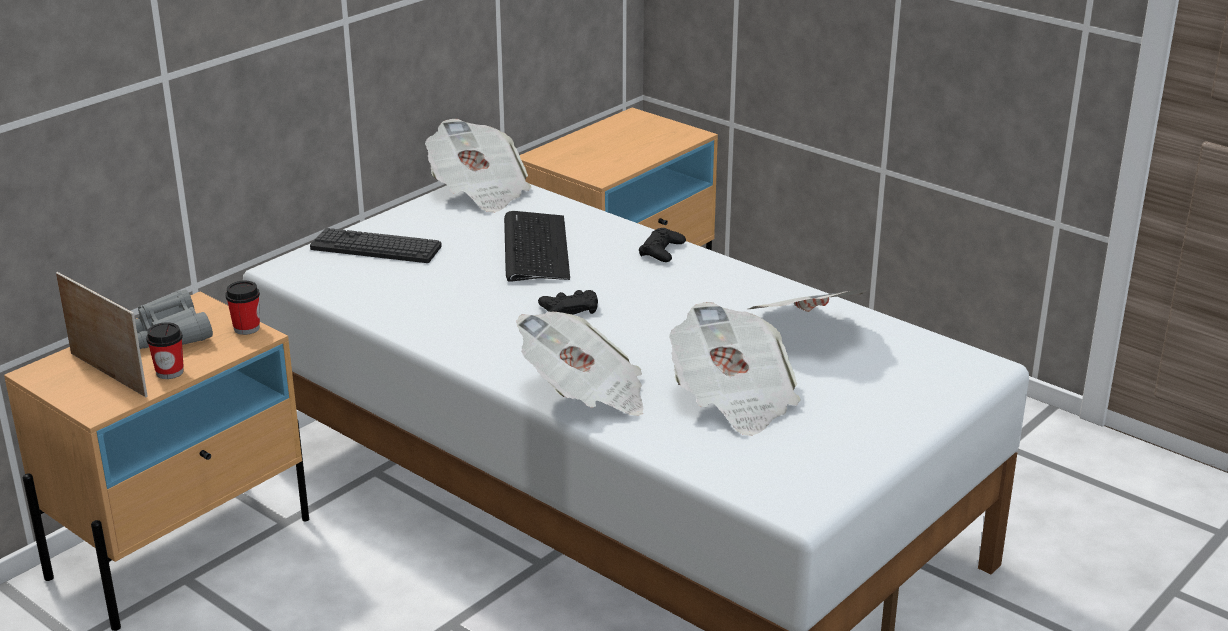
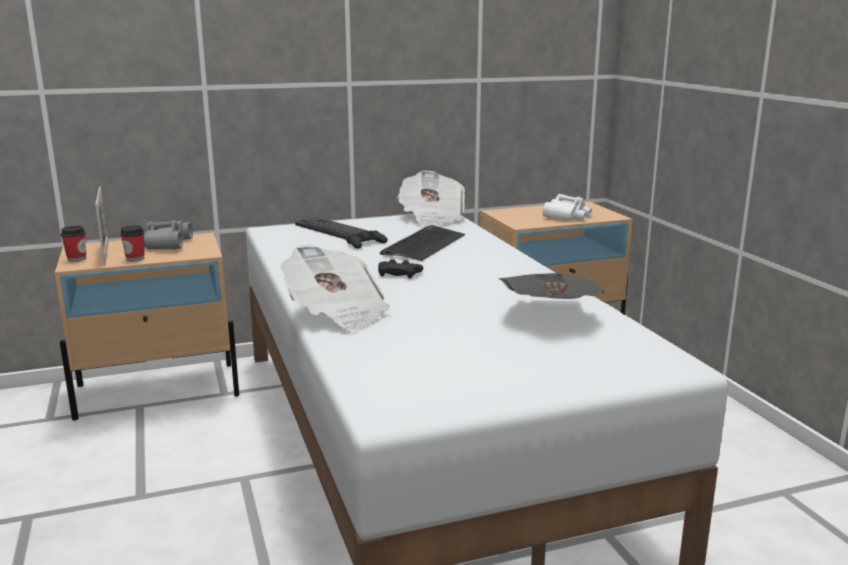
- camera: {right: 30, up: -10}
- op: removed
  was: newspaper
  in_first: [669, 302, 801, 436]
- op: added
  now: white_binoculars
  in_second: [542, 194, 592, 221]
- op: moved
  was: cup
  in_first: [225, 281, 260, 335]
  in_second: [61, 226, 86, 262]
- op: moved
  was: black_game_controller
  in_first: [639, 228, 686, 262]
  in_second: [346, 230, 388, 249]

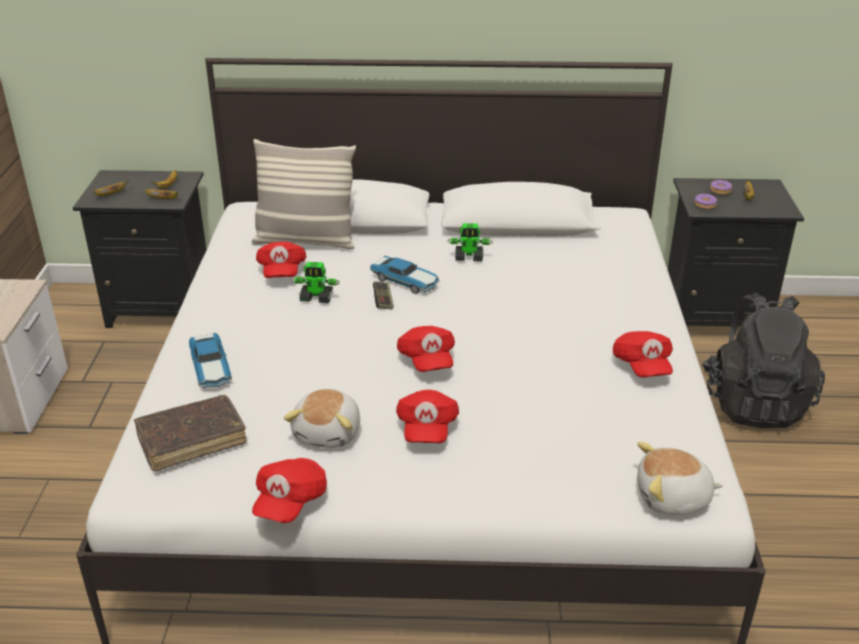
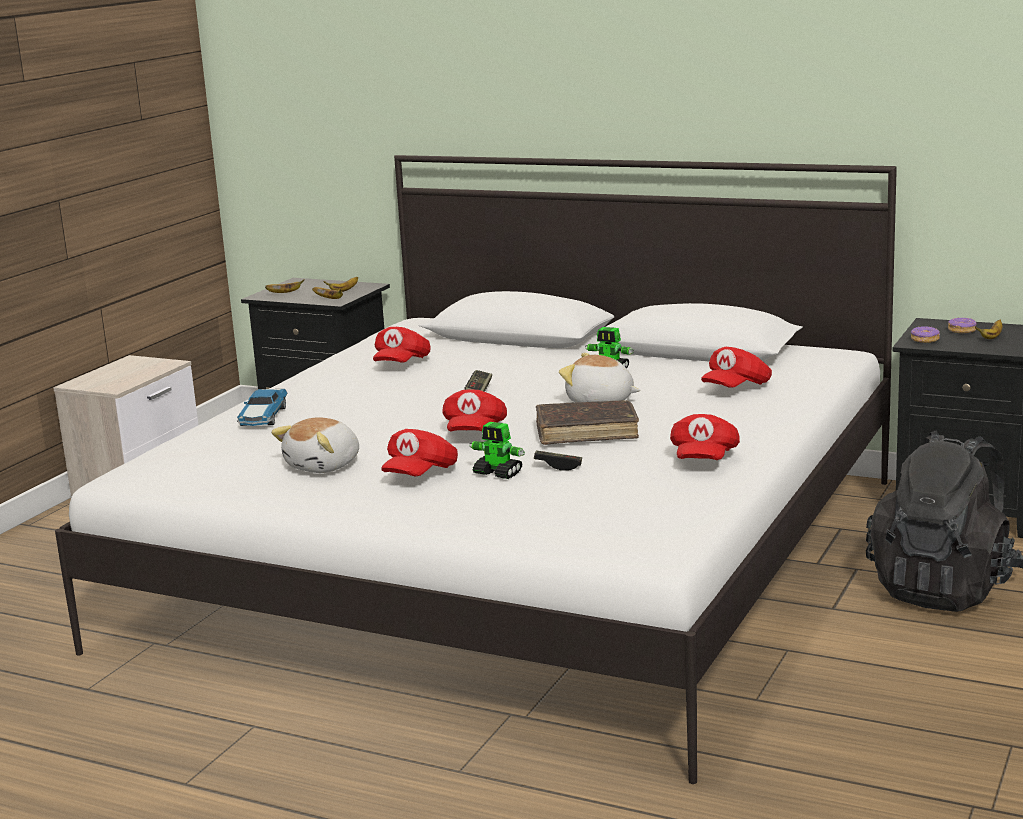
- camera: {right: 25, up: -15}
- op: removed
  was: pillow
  in_first: [251, 139, 356, 249]
- op: removed
  was: toy_car
  in_first: [370, 256, 440, 294]
- op: added
  now: game_controller
  in_second: [534, 450, 582, 470]
- op: moved
  was: brown_book
  in_first: [134, 395, 247, 471]
  in_second: [536, 400, 639, 445]
- op: moved
  was: red_cap
  in_first: [252, 458, 327, 523]
  in_second: [701, 347, 772, 388]
- op: moved
  was: toy_robot
  in_first: [292, 262, 340, 303]
  in_second: [470, 422, 525, 479]
- op: moved
  was: plush_toy
  in_first: [637, 442, 723, 515]
  in_second: [559, 353, 640, 402]

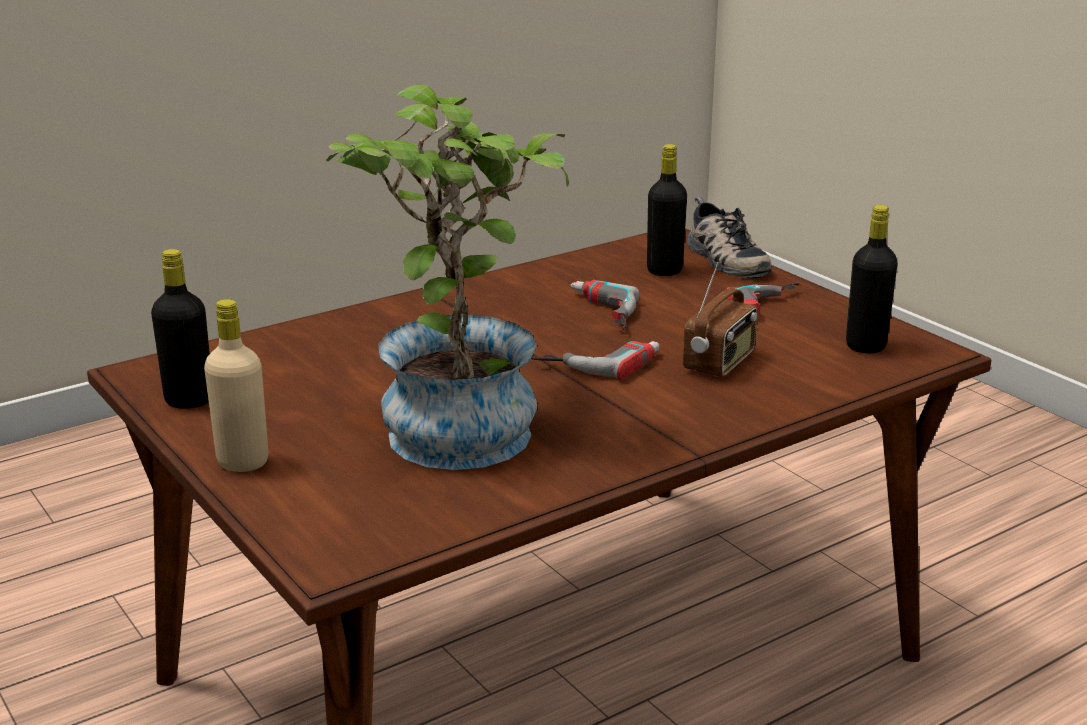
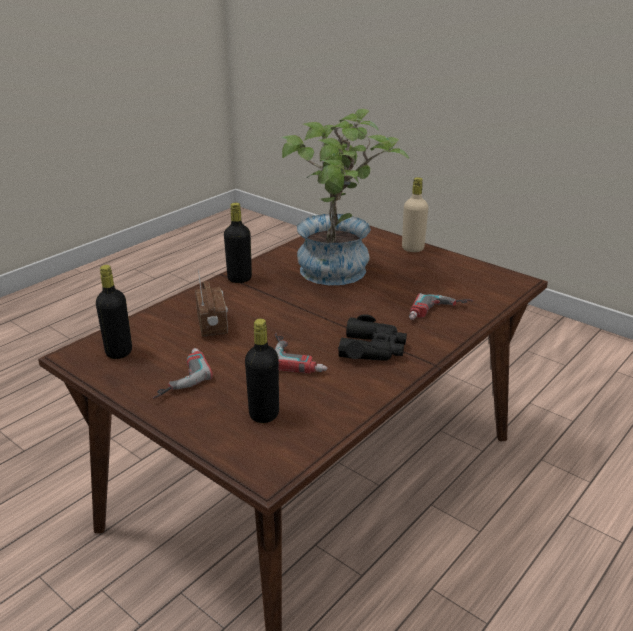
- camera: {right: 165, up: 5}
- op: removed
  was: shoe
  in_first: [687, 197, 772, 278]
- op: added
  now: black_binoculars
  in_second: [338, 314, 407, 361]
- op: moved
  was: black_bottle
  in_first: [151, 249, 210, 409]
  in_second: [224, 203, 252, 283]
- op: moved
  was: power_drill
  in_first: [531, 341, 660, 380]
  in_second: [409, 293, 473, 320]
- op: turned
  was: radio
  in_first: [683, 262, 757, 377]
  in_second: [195, 270, 228, 337]
  clockwise: 150

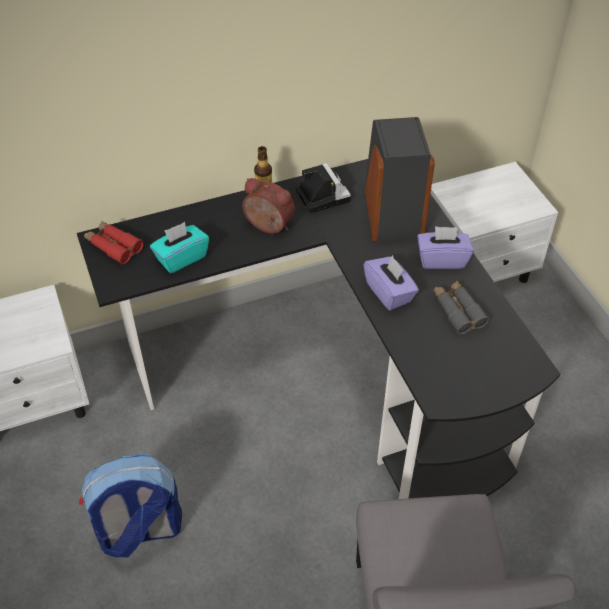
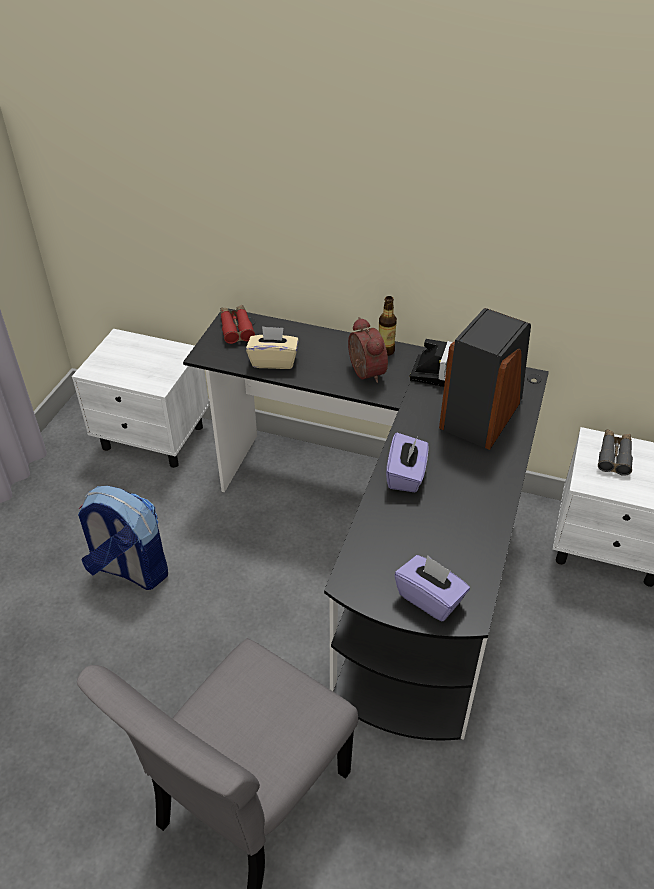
- camera: {right: 40, up: -5}
- op: moved
  was: purple_tissue_box
  in_first: [417, 226, 473, 269]
  in_second: [394, 555, 470, 622]
- op: moved
  was: grey_binoculars
  in_first: [434, 281, 489, 334]
  in_second: [598, 429, 633, 476]
- op: recoloured
  was: turquoise_tissue_box
  now: beige_tissue_box
  in_first: [150, 222, 209, 273]
  in_second: [246, 326, 299, 369]

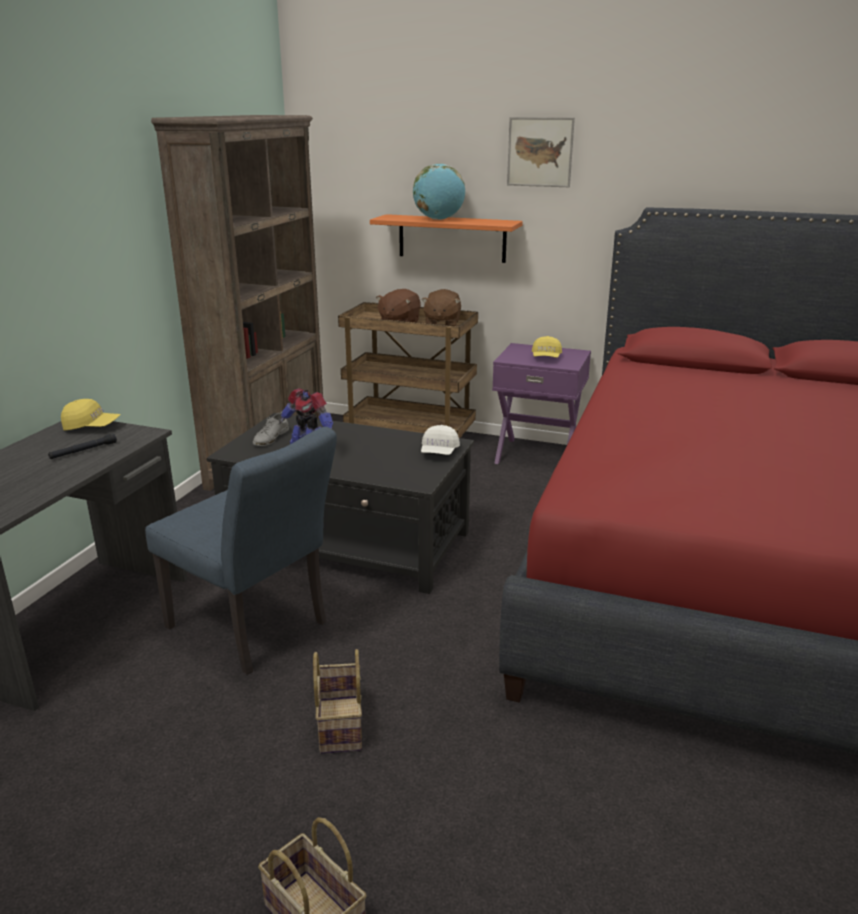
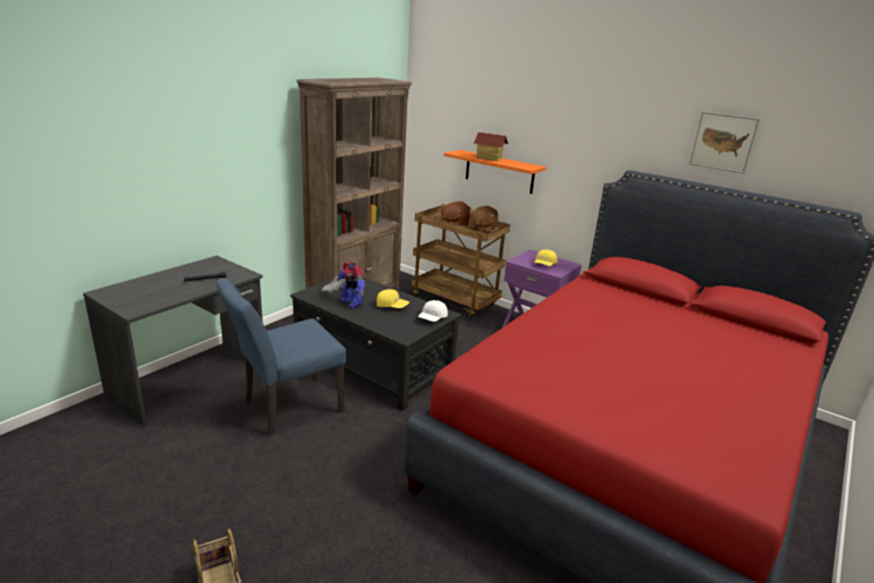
- camera: {right: 15, up: 0}
- op: removed
  was: basket
  in_first: [313, 649, 362, 754]
- op: moved
  was: yellow_cap
  in_first: [61, 399, 121, 430]
  in_second: [377, 289, 410, 308]
- op: moved
  was: picture
  in_first: [507, 117, 575, 187]
  in_second: [689, 112, 760, 174]
- op: replaced
  was: globe
  now: toy_house
  in_first: [413, 163, 465, 220]
  in_second: [474, 132, 509, 161]
- op: turned
  was: blue_chair
  in_first: [145, 427, 337, 675]
  in_second: [216, 278, 347, 436]
  clockwise: 90

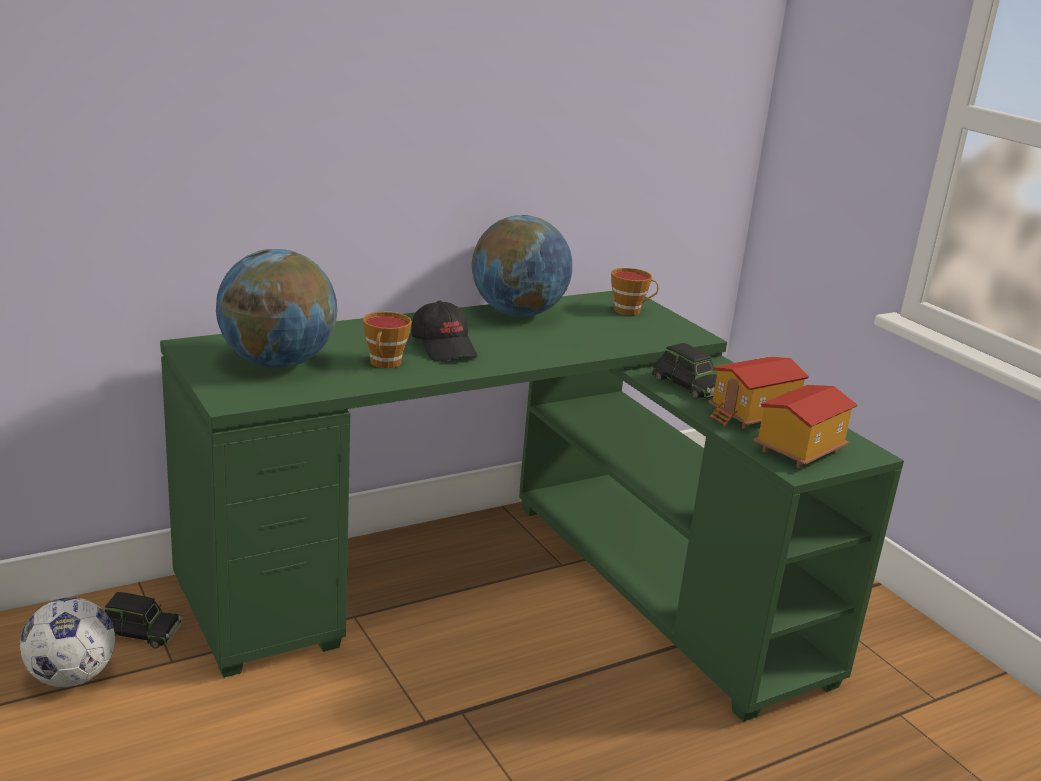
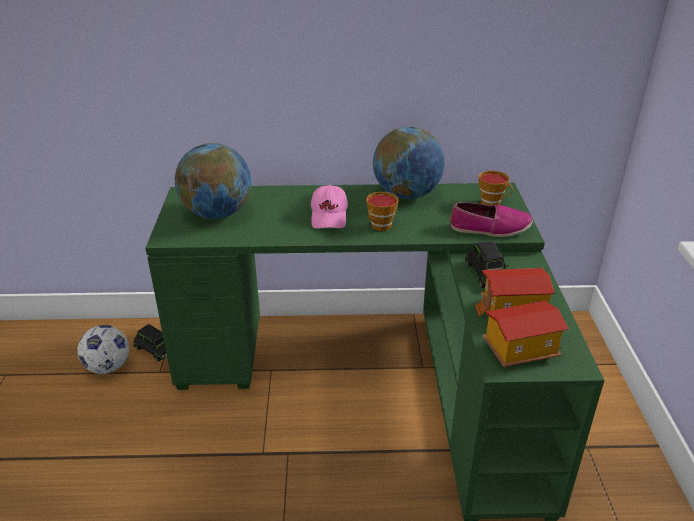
- camera: {right: 30, up: 10}
- op: added
  now: shoe
  in_second: [450, 202, 533, 237]
- op: moved
  was: cup
  in_first: [363, 311, 412, 368]
  in_second: [366, 192, 399, 231]
- op: recoloured
  was: black_cap
  now: pink_cap
  in_first: [411, 301, 477, 362]
  in_second: [311, 185, 348, 228]

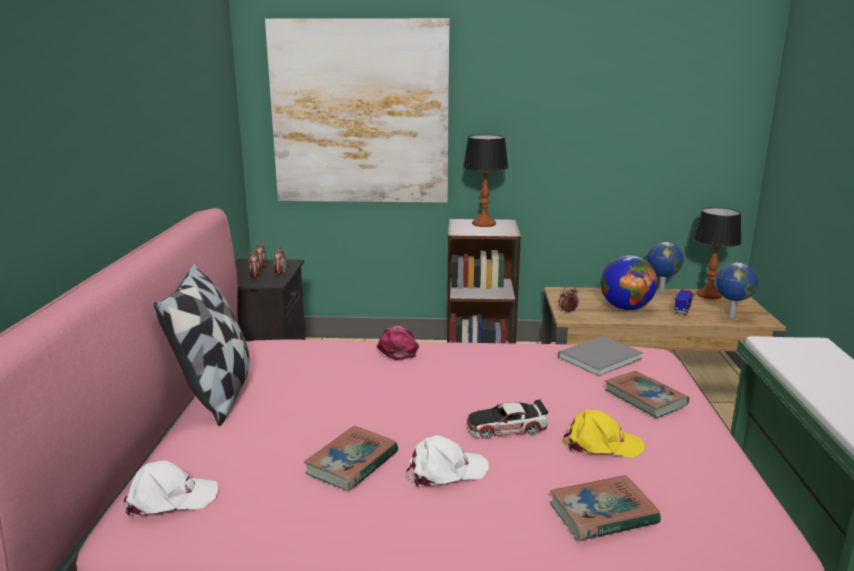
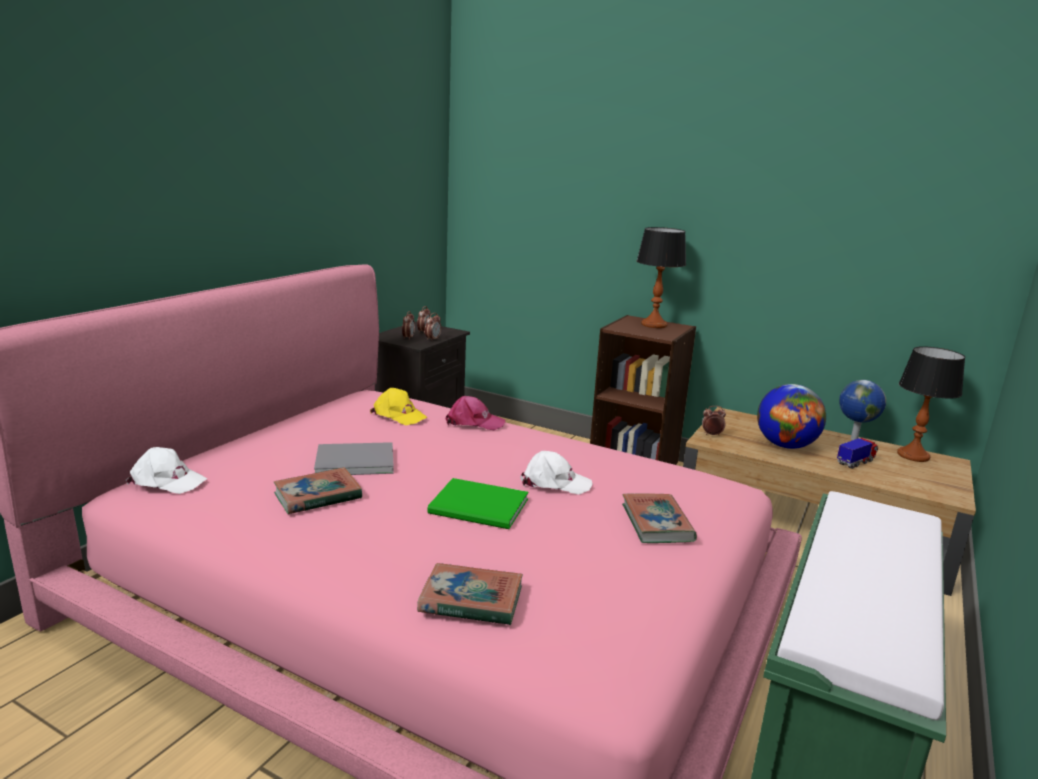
- camera: {right: 25, up: 0}
- op: removed
  was: pillow
  in_first: [154, 262, 250, 426]
- op: removed
  was: picture
  in_first: [265, 18, 450, 203]
- op: removed
  was: globe
  in_first: [716, 262, 758, 318]
- op: moved
  was: white_cap
  in_first: [406, 435, 489, 488]
  in_second: [520, 451, 593, 495]
- op: moved
  was: grey_book
  in_first: [558, 336, 643, 376]
  in_second: [314, 442, 394, 475]
- op: moved
  was: yellow_cap
  in_first: [563, 410, 645, 458]
  in_second: [370, 388, 428, 425]
- op: replaced
  was: toy_car
  now: green_book
  in_first: [466, 399, 548, 439]
  in_second: [427, 478, 528, 529]
- op: turned
  was: pink_cap
  in_first: [376, 326, 419, 360]
  in_second: [446, 396, 505, 430]
  clockwise: 75

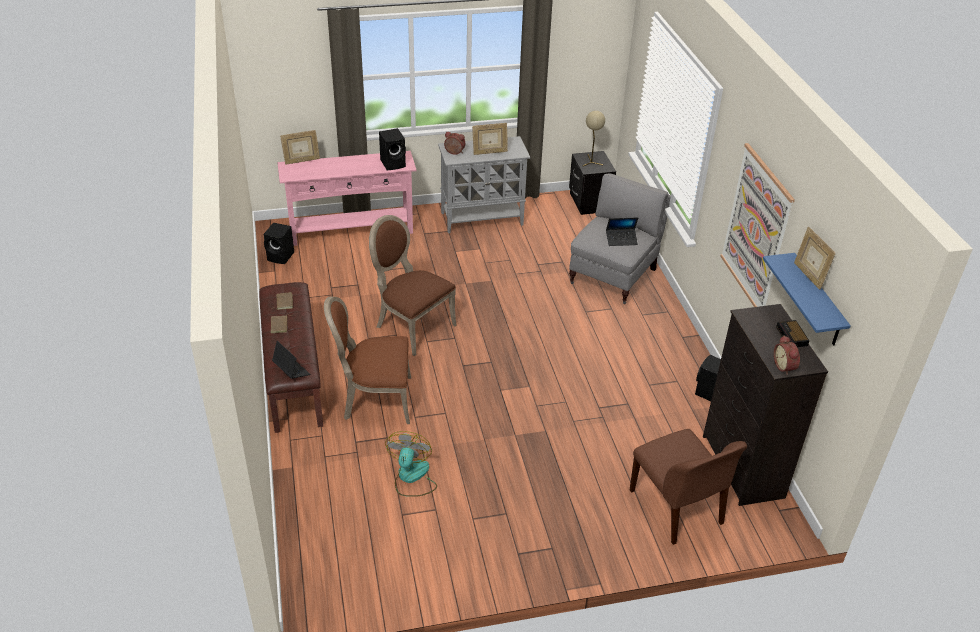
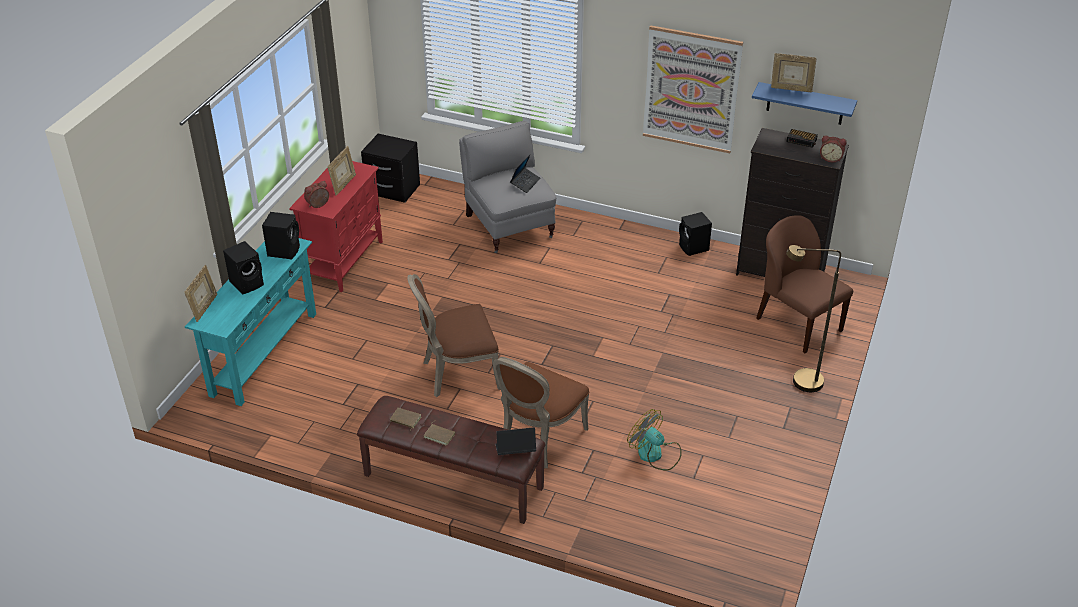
- camera: {right: -55, up: 0}
- op: removed
  was: beige_table_lamp
  in_first: [583, 111, 605, 166]
- op: added
  now: brown_floor_lamp
  in_second: [786, 245, 841, 392]
- op: moved
  was: black_speaker
  in_first: [263, 223, 294, 264]
  in_second: [223, 241, 264, 295]
- op: recoloured
  was: pink_console_table
  now: turquoise_console_table
  in_first: [277, 151, 417, 246]
  in_second: [185, 238, 316, 406]
- op: recoloured
  was: grey_cabinet
  now: red_cabinet
  in_first: [438, 136, 530, 233]
  in_second: [289, 161, 383, 292]
- op: turned
  was: brown_chair
  in_first: [630, 429, 747, 545]
  in_second: [756, 215, 853, 353]
  clockwise: -135

